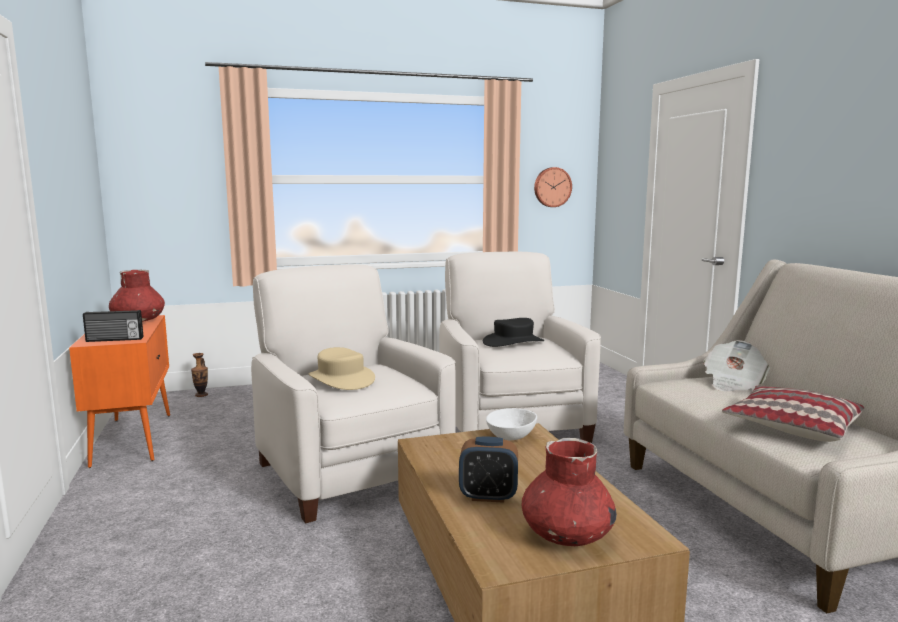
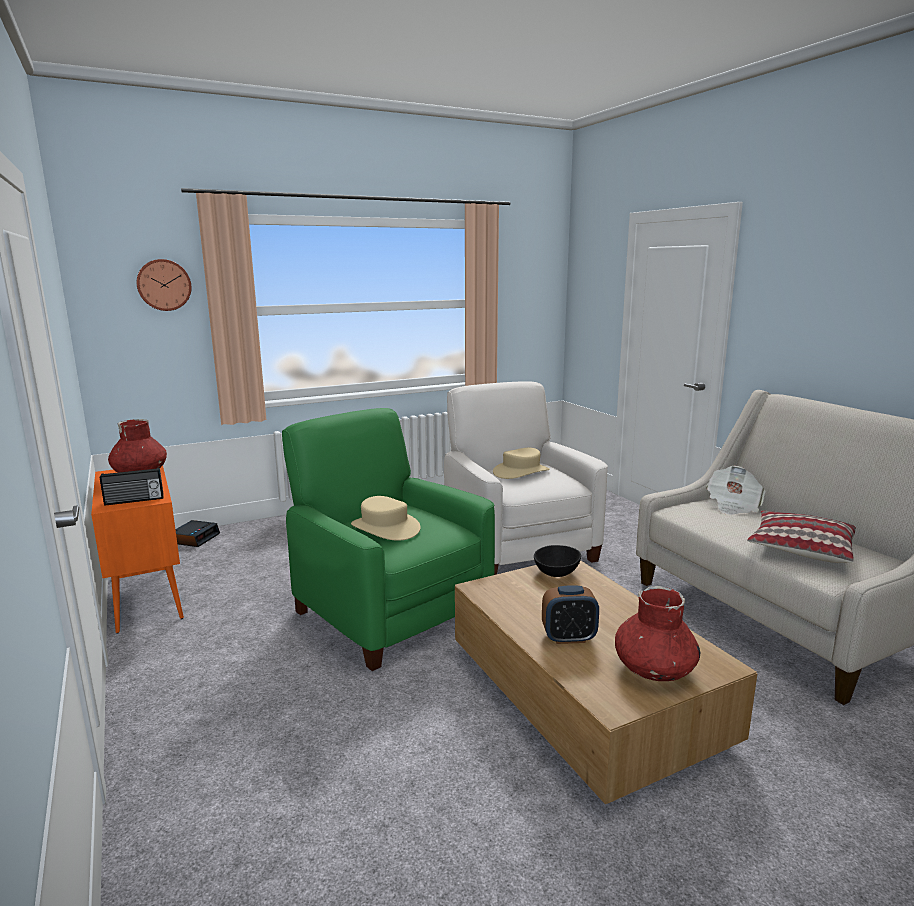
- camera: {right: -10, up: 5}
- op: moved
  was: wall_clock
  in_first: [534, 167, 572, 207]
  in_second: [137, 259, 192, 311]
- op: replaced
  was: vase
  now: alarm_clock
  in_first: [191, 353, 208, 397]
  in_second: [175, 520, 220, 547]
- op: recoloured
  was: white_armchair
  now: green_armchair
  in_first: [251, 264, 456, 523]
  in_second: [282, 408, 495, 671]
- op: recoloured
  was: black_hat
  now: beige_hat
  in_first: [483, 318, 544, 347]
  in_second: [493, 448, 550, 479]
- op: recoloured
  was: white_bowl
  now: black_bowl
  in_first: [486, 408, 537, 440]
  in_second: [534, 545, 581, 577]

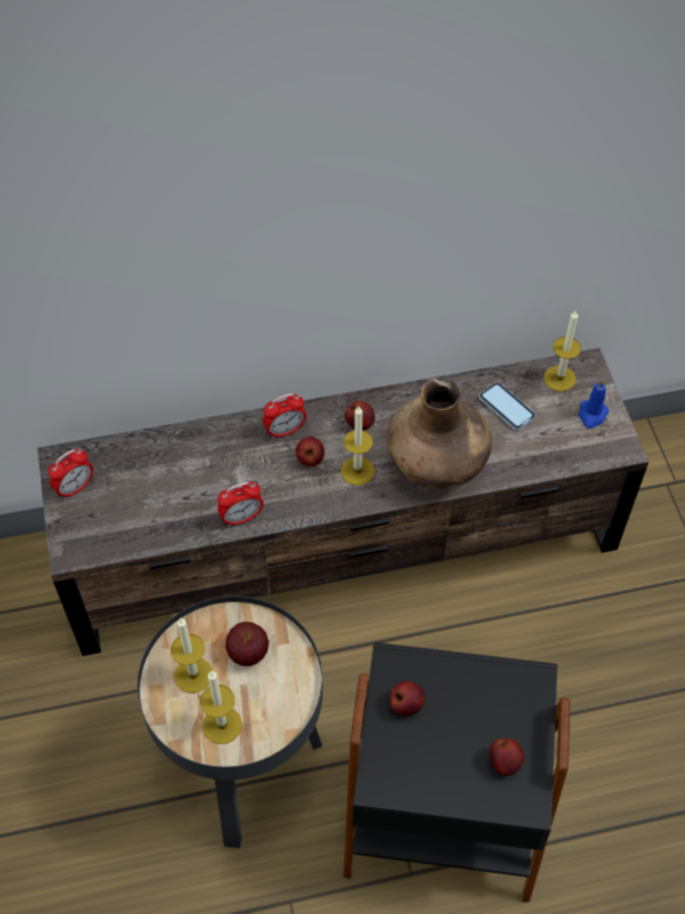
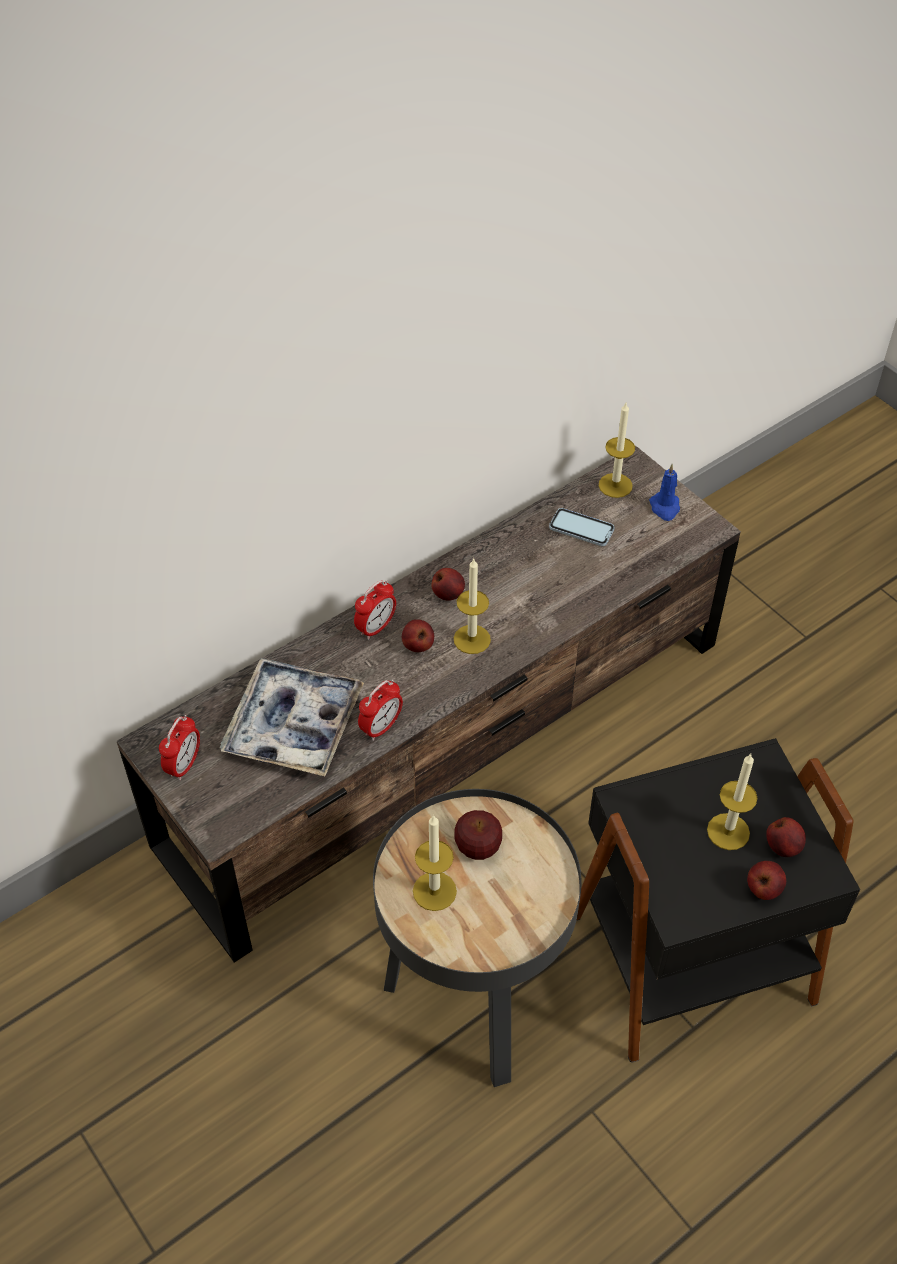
- camera: {right: -25, up: -5}
- op: removed
  was: brown_vase
  in_first: [386, 378, 492, 490]
- op: added
  now: tray
  in_second: [219, 658, 364, 776]
- op: moved
  was: candle
  in_first: [200, 671, 242, 744]
  in_second: [707, 754, 757, 850]
- op: moved
  was: apple
  in_first: [390, 681, 425, 716]
  in_second: [747, 861, 786, 900]

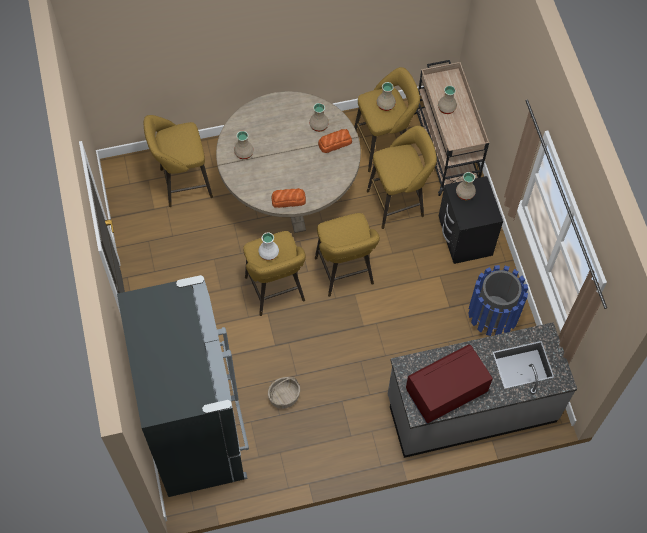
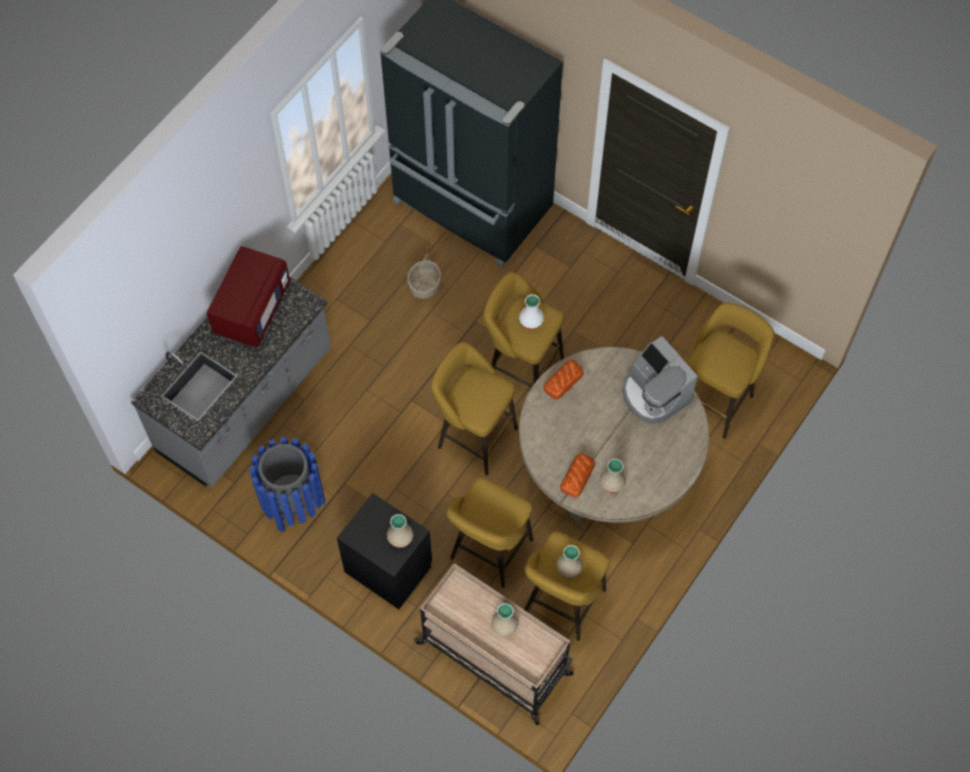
- camera: {right: 140, up: 0}
- op: replaced
  was: beige_vase
  now: coffee_machine
  in_first: [234, 131, 254, 159]
  in_second: [622, 336, 698, 424]

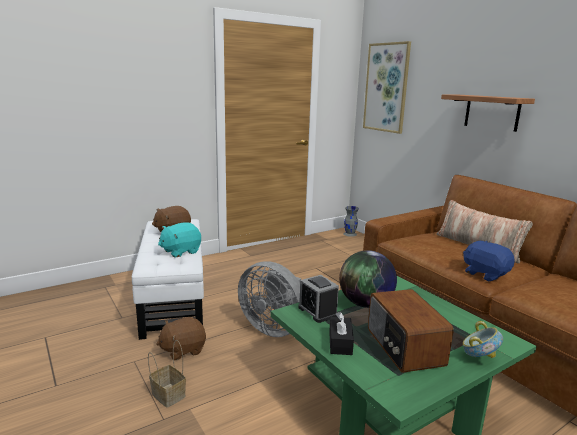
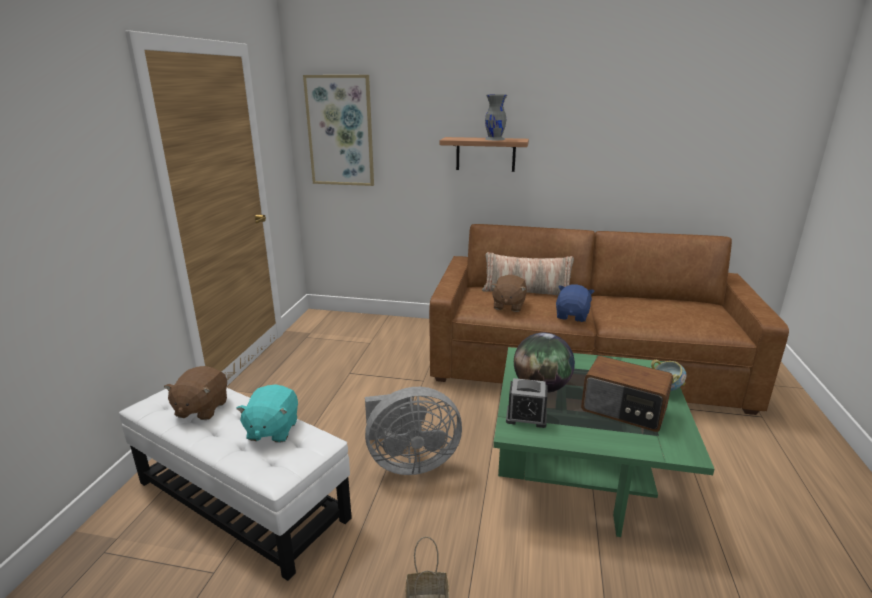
- camera: {right: -45, up: 5}
- op: removed
  was: black_tissue_box
  in_first: [329, 312, 354, 355]
- op: moved
  was: brown_plush_toy
  in_first: [156, 317, 206, 361]
  in_second: [491, 275, 527, 312]
- op: moved
  was: grey_vase
  in_first: [343, 206, 359, 237]
  in_second: [485, 94, 507, 140]
- op: turned
  was: blue_plush_toy
  in_first: [463, 241, 515, 281]
  in_second: [556, 284, 594, 322]
  clockwise: 105

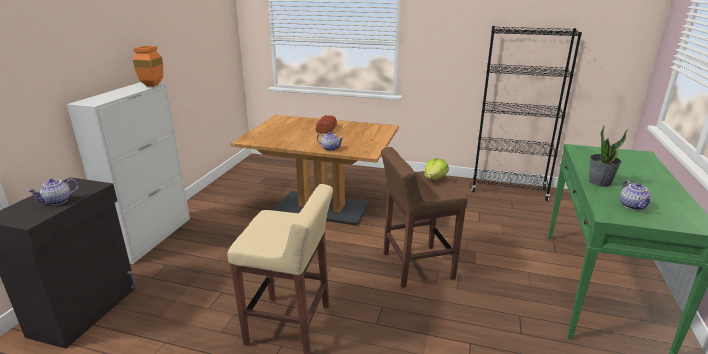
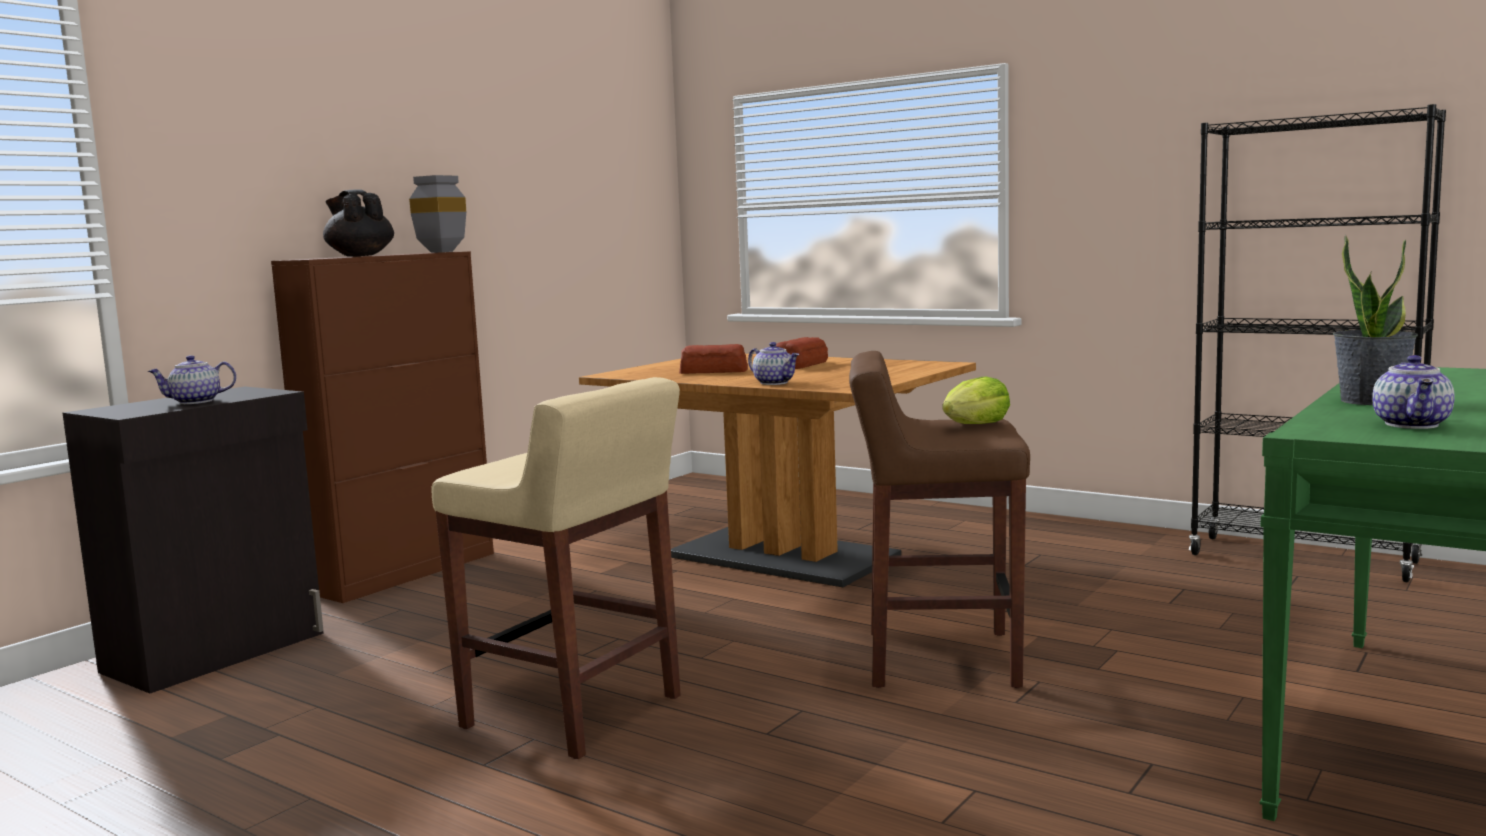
- camera: {right: 20, up: -15}
- op: added
  now: black_teapot
  in_second: [323, 189, 394, 257]
- op: added
  now: bread
  in_second: [679, 344, 748, 374]
- op: recoloured
  was: white_cabinet
  now: brown_cabinet
  in_first: [67, 82, 190, 264]
  in_second: [271, 251, 494, 603]
- op: recoloured
  was: orange_vase
  now: grey_vase
  in_first: [133, 46, 163, 87]
  in_second: [409, 175, 466, 253]

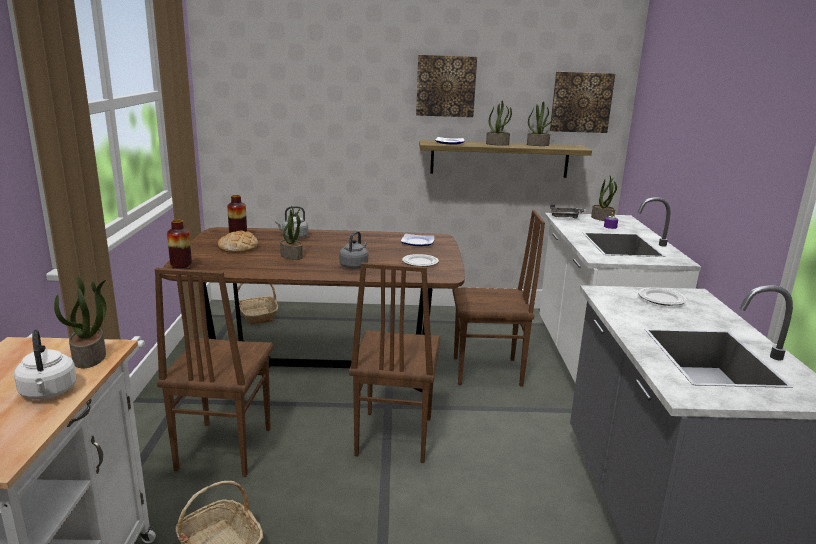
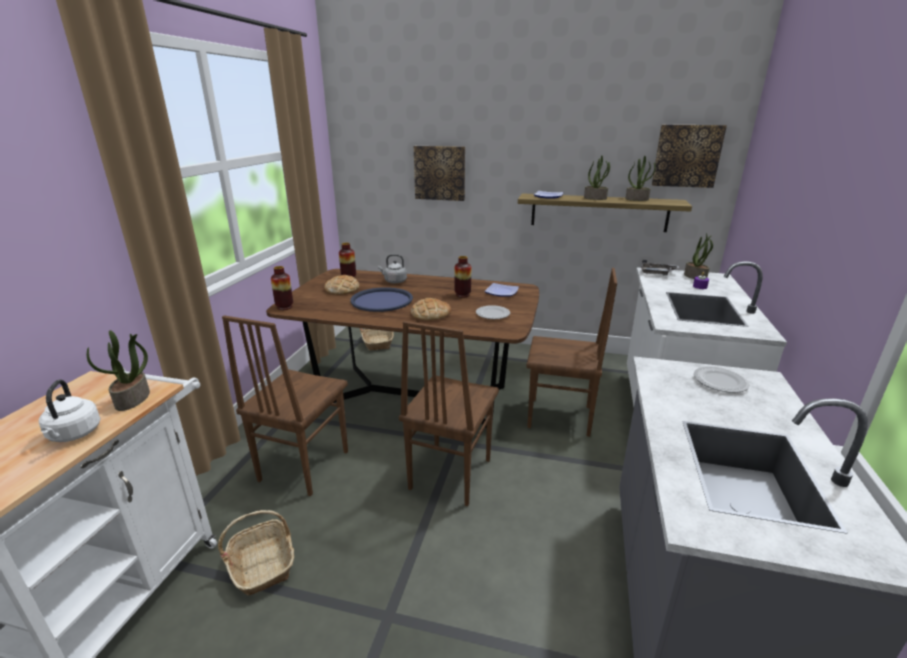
- camera: {right: 15, up: 5}
- op: added
  now: vase
  in_second: [454, 256, 471, 298]
- op: moved
  was: picture
  in_first: [416, 55, 477, 117]
  in_second: [414, 146, 465, 201]
- op: replaced
  was: potted_plant
  now: blue_tray
  in_first: [280, 205, 303, 260]
  in_second: [350, 287, 413, 312]
- op: replaced
  was: grey_kettle
  now: bread
  in_first: [339, 231, 368, 269]
  in_second: [411, 298, 451, 321]

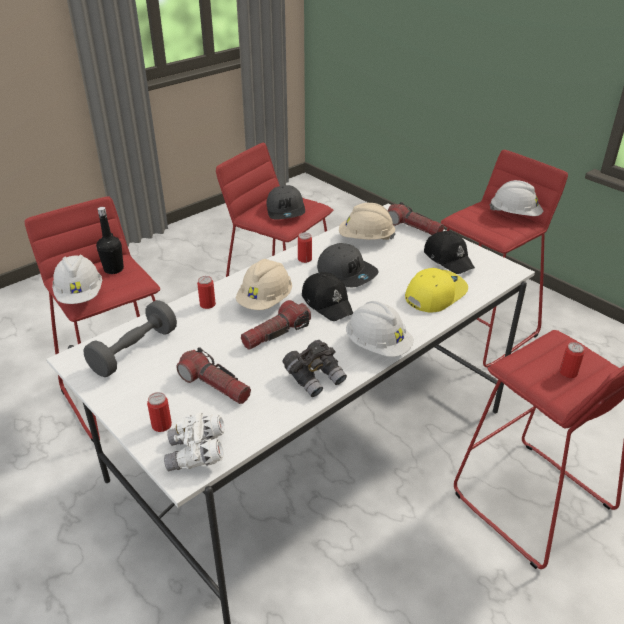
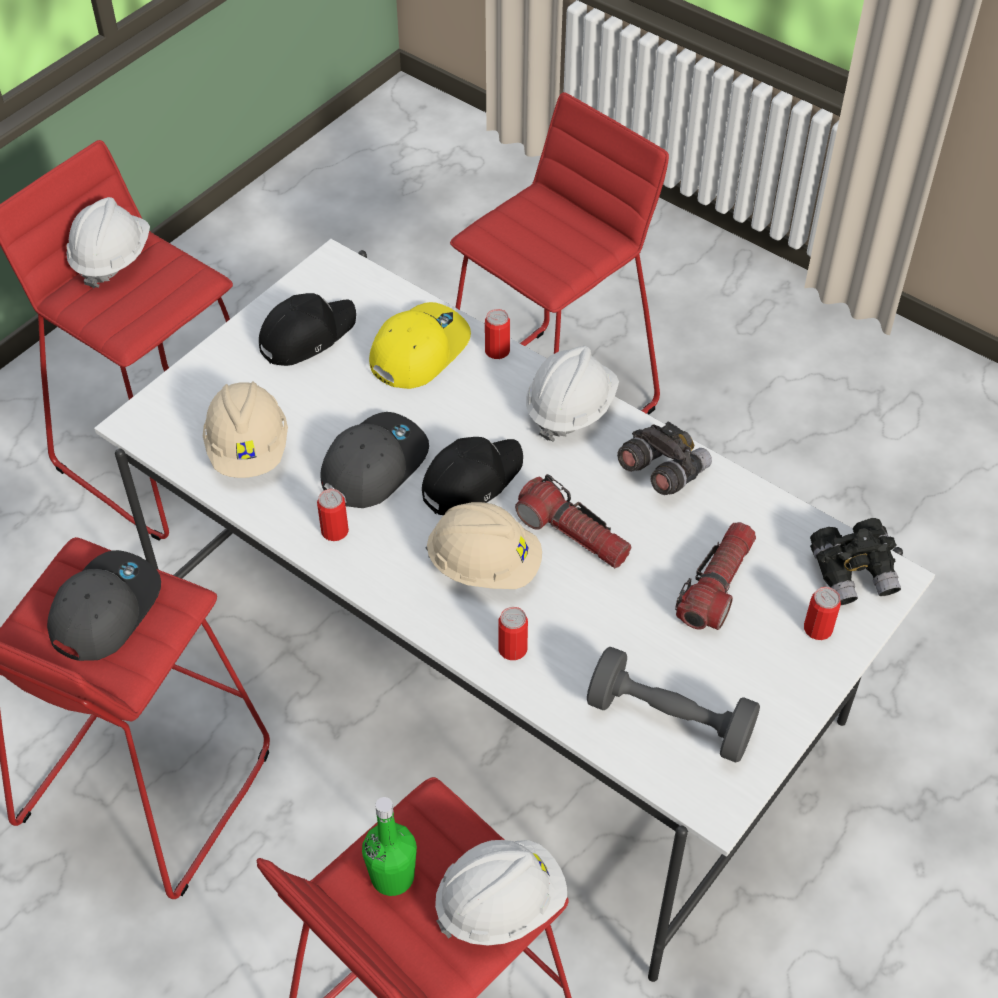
- camera: {right: -100, up: 15}
- op: removed
  was: flashlight
  in_first: [388, 202, 444, 235]
- op: moved
  was: can
  in_first: [560, 342, 585, 378]
  in_second: [485, 309, 510, 359]
- op: recoloured
  was: black_bottle
  now: green_bottle
  in_first: [96, 207, 124, 274]
  in_second: [362, 797, 417, 896]
- op: recoloured
  was: white_binoculars
  now: black_binoculars
  in_first: [164, 412, 225, 471]
  in_second: [810, 518, 901, 605]
- op: turned
  was: grey_cap
  in_first: [266, 185, 305, 220]
  in_second: [47, 550, 161, 661]
  clockwise: -45
- op: turned
  was: yellow_cap
  in_first: [405, 268, 468, 313]
  in_second: [369, 302, 471, 389]
  clockwise: 90

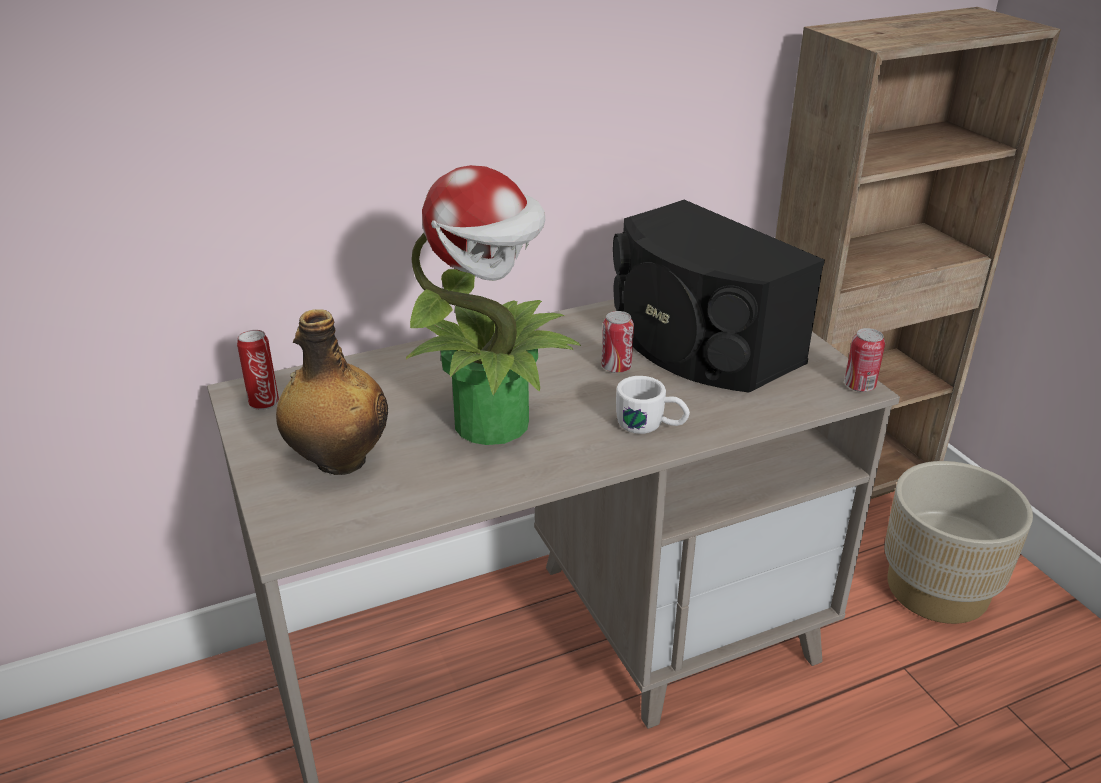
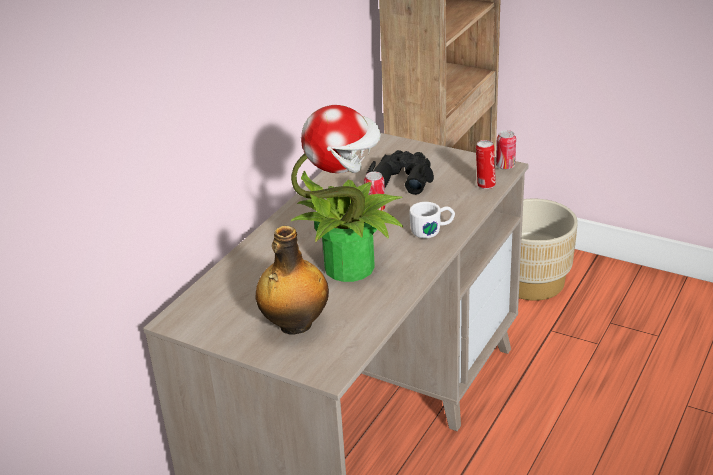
- camera: {right: -35, up: 0}
- op: moved
  was: can
  in_first: [237, 330, 279, 410]
  in_second: [476, 140, 496, 189]
- op: replaced
  was: black_speaker
  now: black_binoculars
  in_first: [613, 200, 825, 393]
  in_second: [366, 150, 434, 195]

